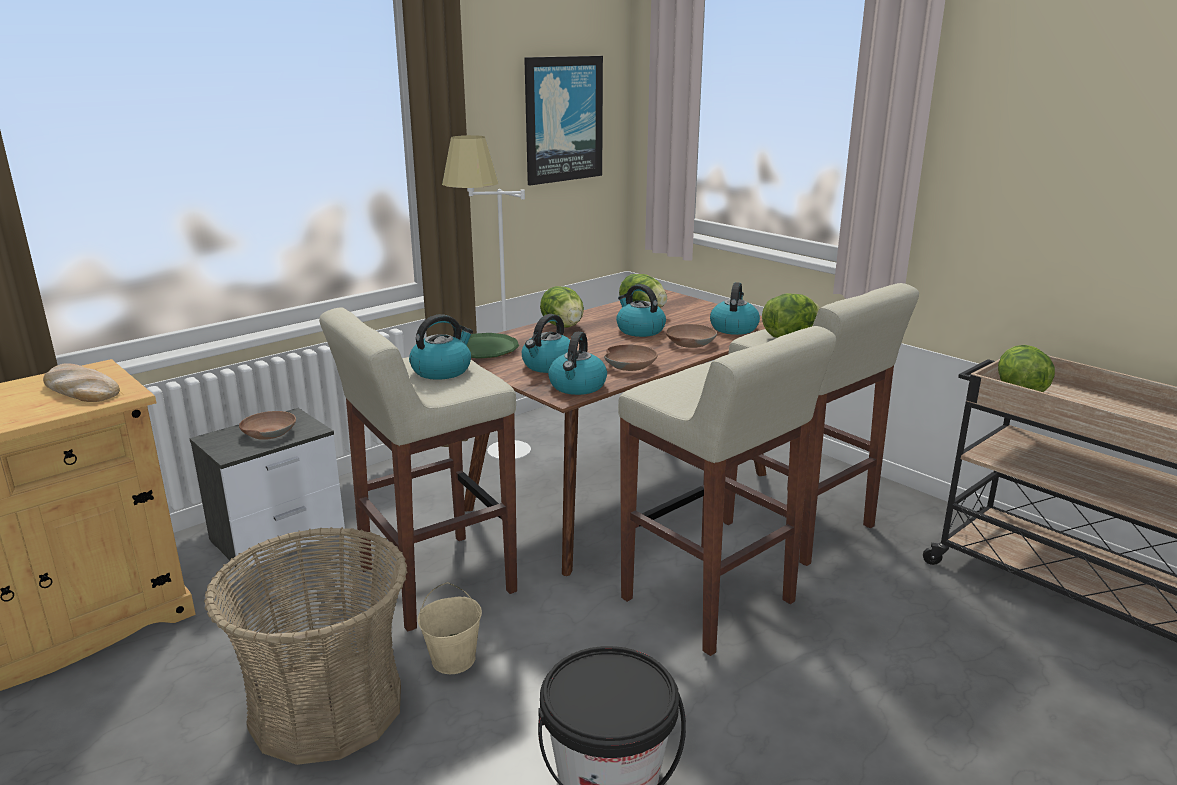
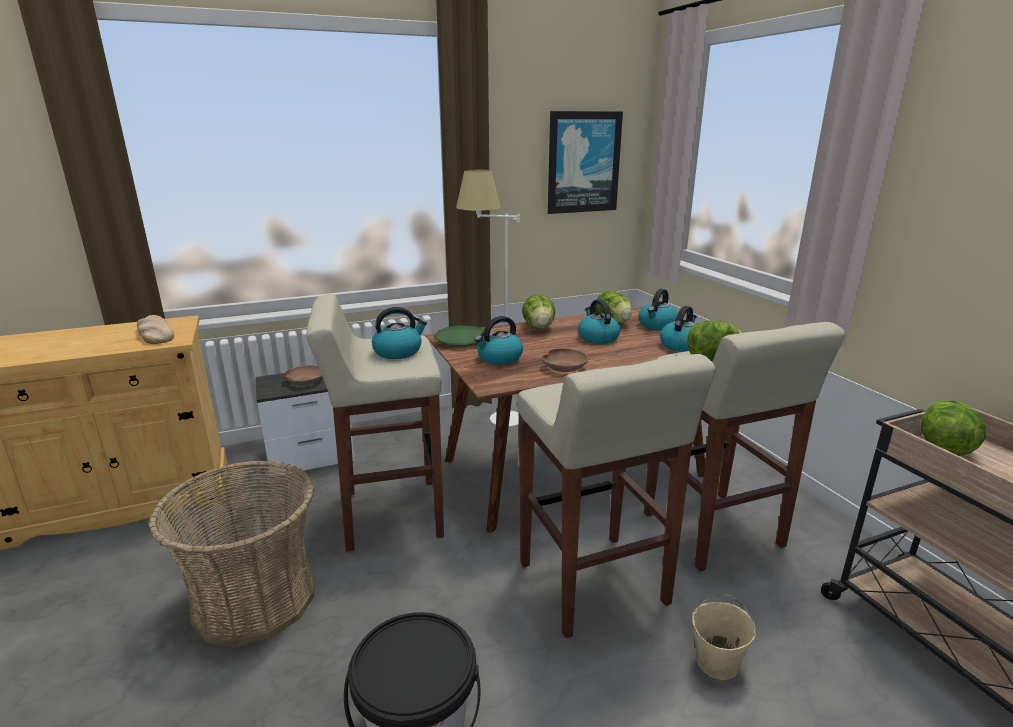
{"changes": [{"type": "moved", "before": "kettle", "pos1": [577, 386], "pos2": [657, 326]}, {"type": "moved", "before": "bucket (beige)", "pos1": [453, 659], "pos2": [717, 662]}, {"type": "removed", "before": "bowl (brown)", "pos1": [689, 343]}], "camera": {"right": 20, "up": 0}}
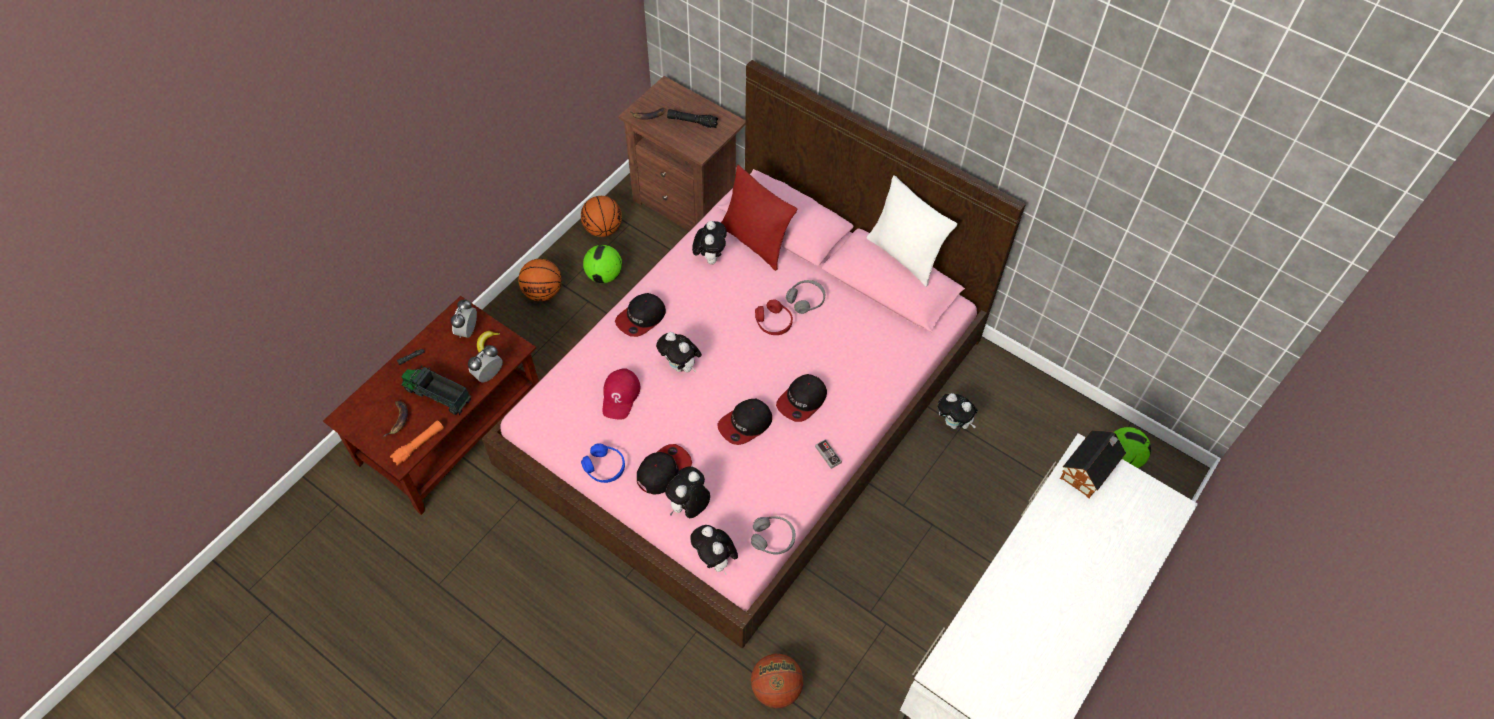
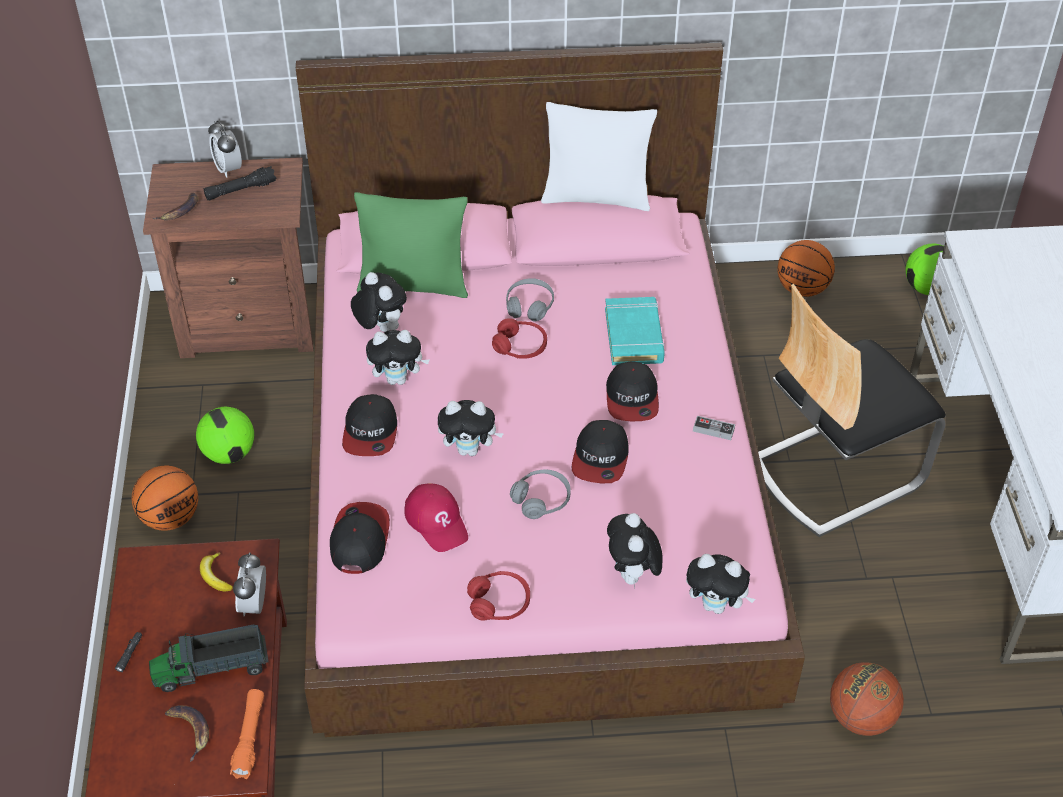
{"changes": [{"type": "moved", "before": "alarm clock", "pos1": [468, 331], "pos2": [228, 169]}, {"type": "moved", "before": "cap", "pos1": [663, 470], "pos2": [359, 539]}, {"type": "recoloured", "before": "pillow (red)", "after": "pillow (green)", "pos1": [755, 242], "pos2": [414, 285]}, {"type": "moved", "before": "plush toy", "pos1": [954, 423], "pos2": [398, 379]}, {"type": "recoloured", "before": "headphones (blue)", "after": "headphones (red)", "pos1": [604, 467], "pos2": [499, 603]}, {"type": "moved", "before": "headphones (grey)", "pos1": [773, 538], "pos2": [541, 500]}, {"type": "added", "after": "book (turquoise)", "pos2": [634, 336]}, {"type": "added", "after": "chair", "pos2": [835, 471]}, {"type": "moved", "before": "basketball", "pos1": [603, 229], "pos2": [802, 288]}, {"type": "removed", "before": "toy house", "pos1": [1089, 469]}], "camera": {"right": -40, "up": -10}}
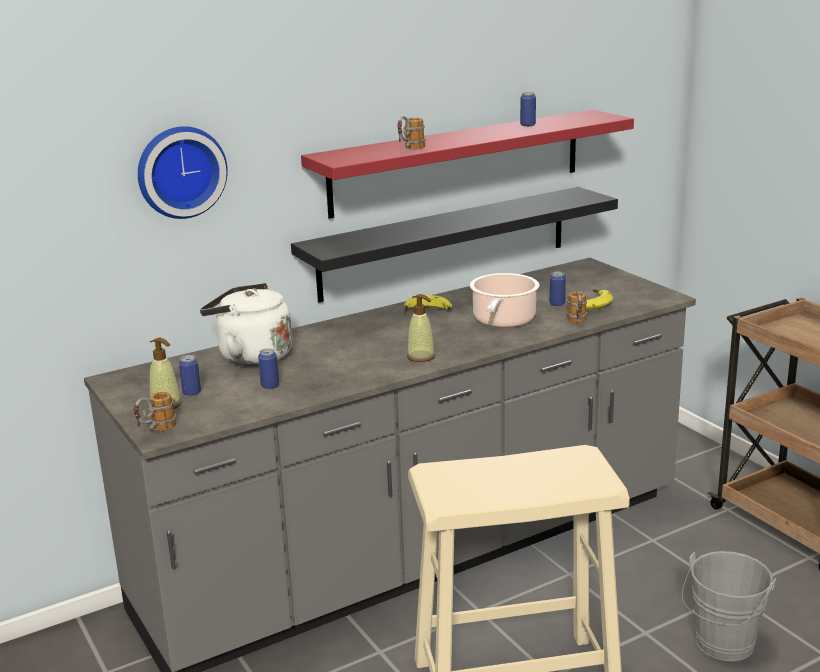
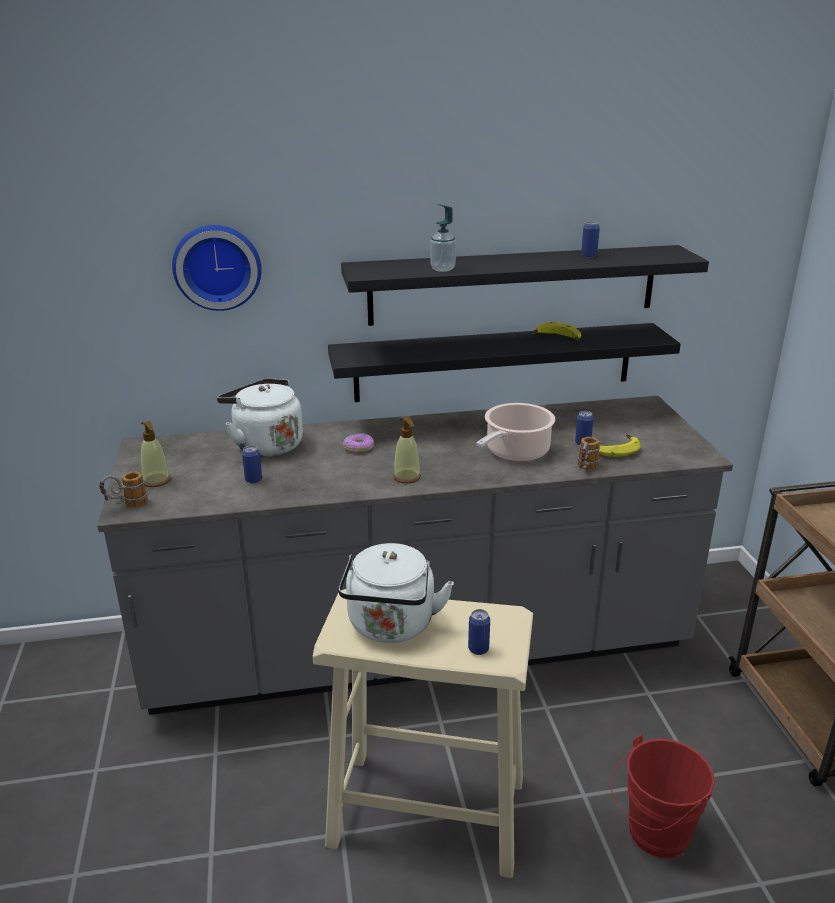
{"changes": [{"type": "added", "after": "kettle (white)", "pos2": [391, 627]}, {"type": "recoloured", "before": "shelf (red)", "after": "shelf (black)", "pos1": [458, 162], "pos2": [513, 285]}, {"type": "added", "after": "donut", "pos2": [358, 447]}, {"type": "replaced", "before": "mug", "after": "soap dispenser", "pos1": [410, 149], "pos2": [442, 269]}, {"type": "moved", "before": "can", "pos1": [192, 392], "pos2": [478, 649]}, {"type": "moved", "before": "banana", "pos1": [427, 311], "pos2": [556, 339]}, {"type": "recoloured", "before": "bucket (grey)", "after": "bucket (red)", "pos1": [722, 646], "pos2": [653, 836]}], "camera": {"right": 20, "up": 5}}
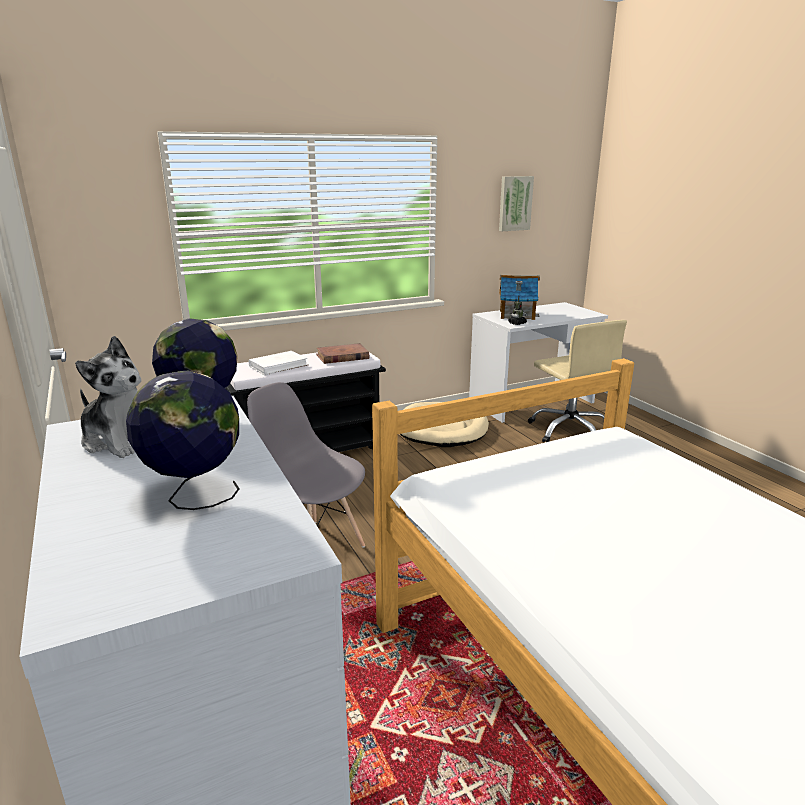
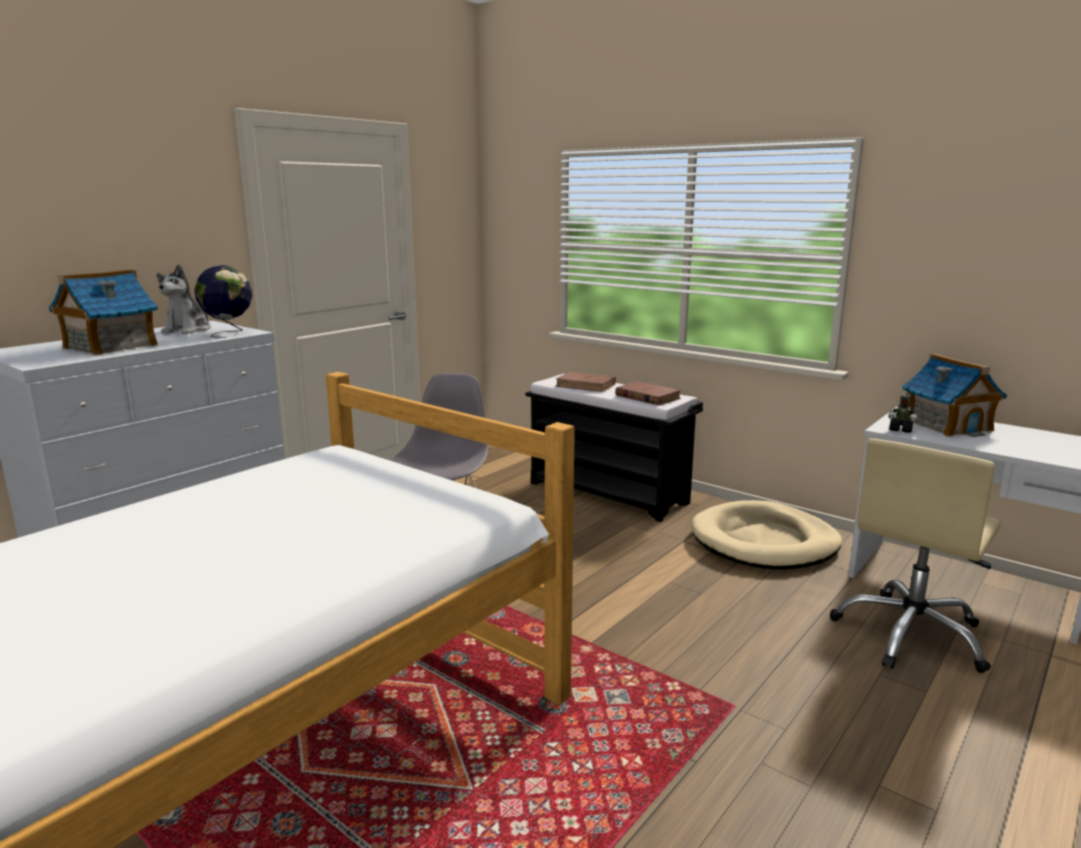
{"changes": [{"type": "replaced", "before": "globe", "after": "toy house", "pos1": [194, 496], "pos2": [110, 346]}, {"type": "recoloured", "before": "book (white)", "after": "book (brown)", "pos1": [278, 366], "pos2": [586, 385]}, {"type": "removed", "before": "picture", "pos1": [514, 203]}], "camera": {"right": 65, "up": -5}}
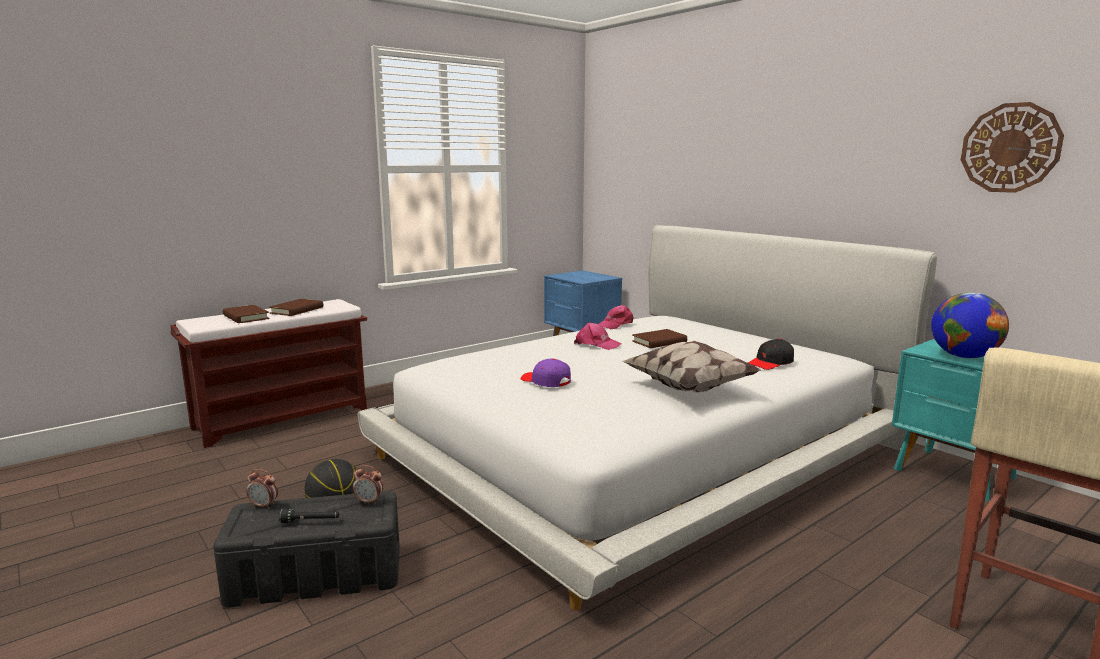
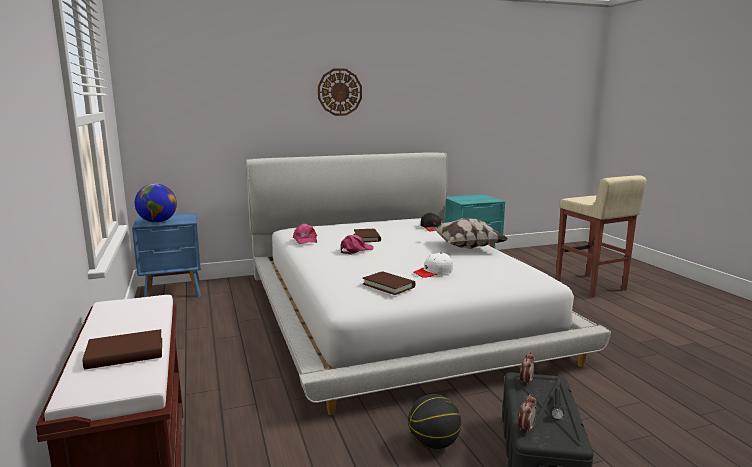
{"changes": [{"type": "moved", "before": "globe", "pos1": [964, 357], "pos2": [157, 222]}, {"type": "moved", "before": "wall clock", "pos1": [1010, 148], "pos2": [339, 92]}, {"type": "moved", "before": "book (brown)", "pos1": [297, 310], "pos2": [388, 286]}, {"type": "recoloured", "before": "cap (purple)", "after": "cap (white)", "pos1": [545, 381], "pos2": [433, 272]}], "camera": {"right": -70, "up": 0}}
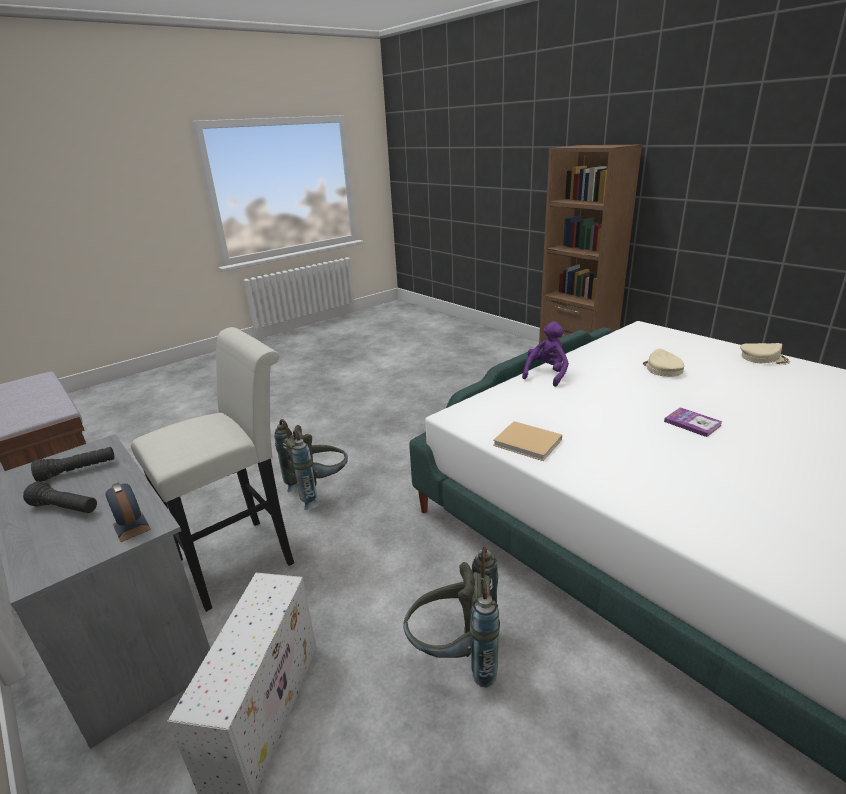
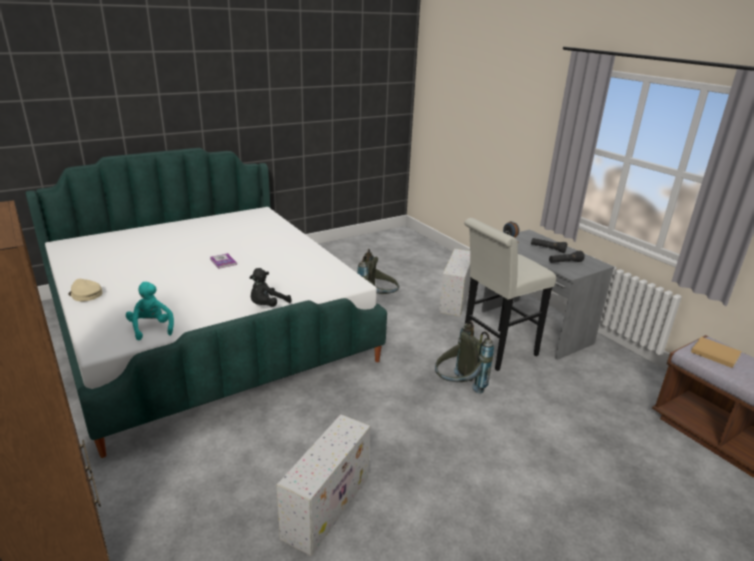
{"changes": [{"type": "added", "after": "plush toy (turquoise)", "pos2": [151, 328]}, {"type": "recoloured", "before": "plush toy (purple)", "after": "plush toy (black)", "pos1": [546, 374], "pos2": [267, 306]}, {"type": "added", "after": "storage box (white)", "pos2": [327, 505]}, {"type": "moved", "before": "book (beige)", "pos1": [529, 443], "pos2": [714, 353]}, {"type": "removed", "before": "cap (beige)", "pos1": [662, 369]}], "camera": {"right": -175, "up": 0}}
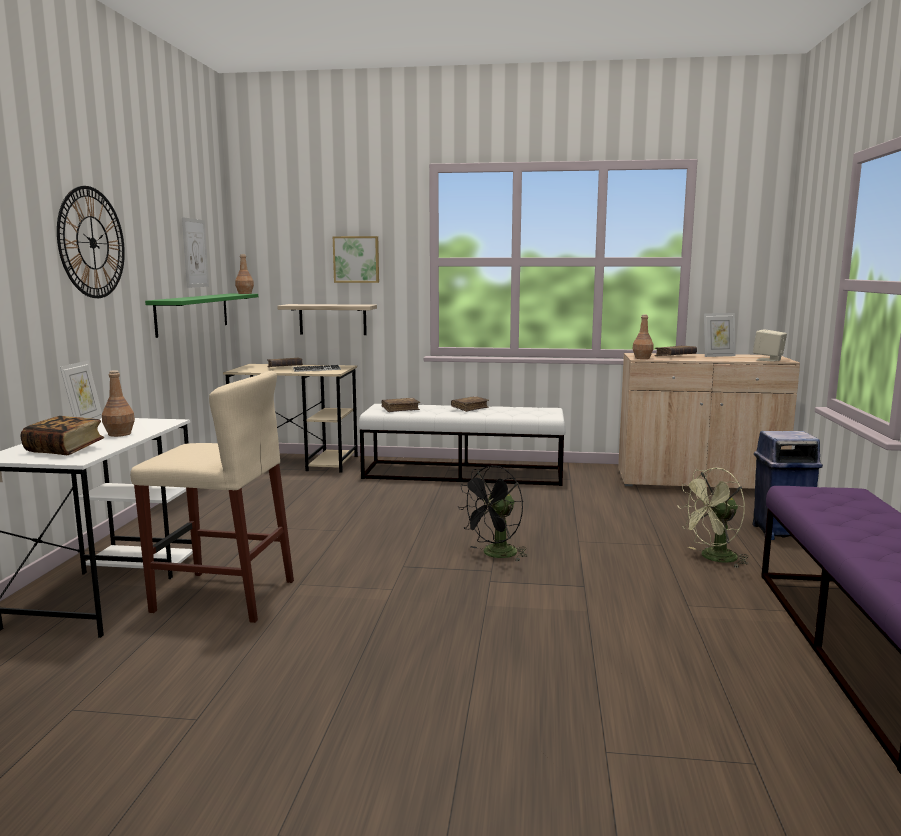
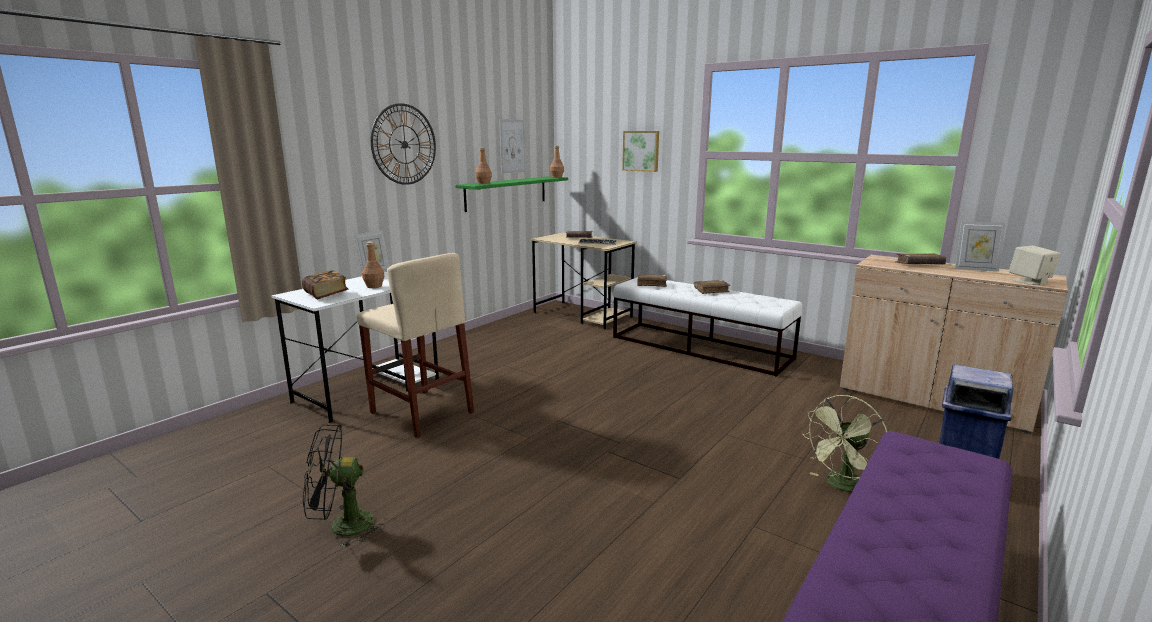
{"changes": [{"type": "moved", "before": "fan (black)", "pos1": [495, 555], "pos2": [342, 527]}, {"type": "moved", "before": "bottle (brown)", "pos1": [642, 358], "pos2": [483, 183]}, {"type": "turned", "before": "fan (green)", "pos1": [713, 558], "pos2": [842, 486], "turn": -45}, {"type": "removed", "before": "shelf", "pos1": [332, 319]}], "camera": {"right": 30, "up": 5}}
